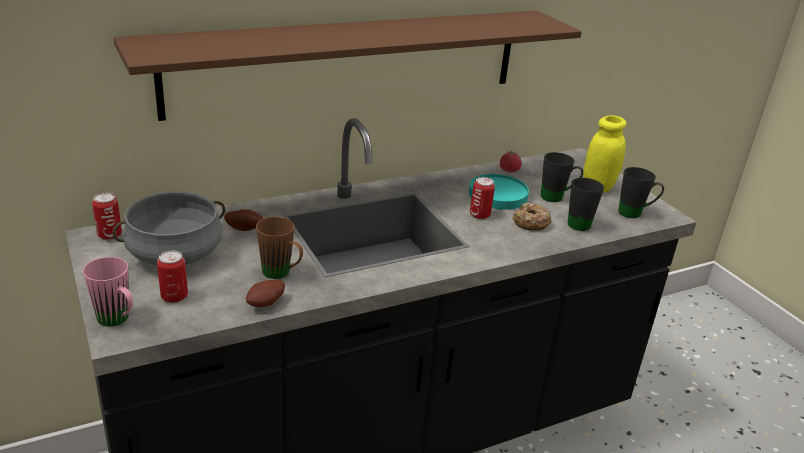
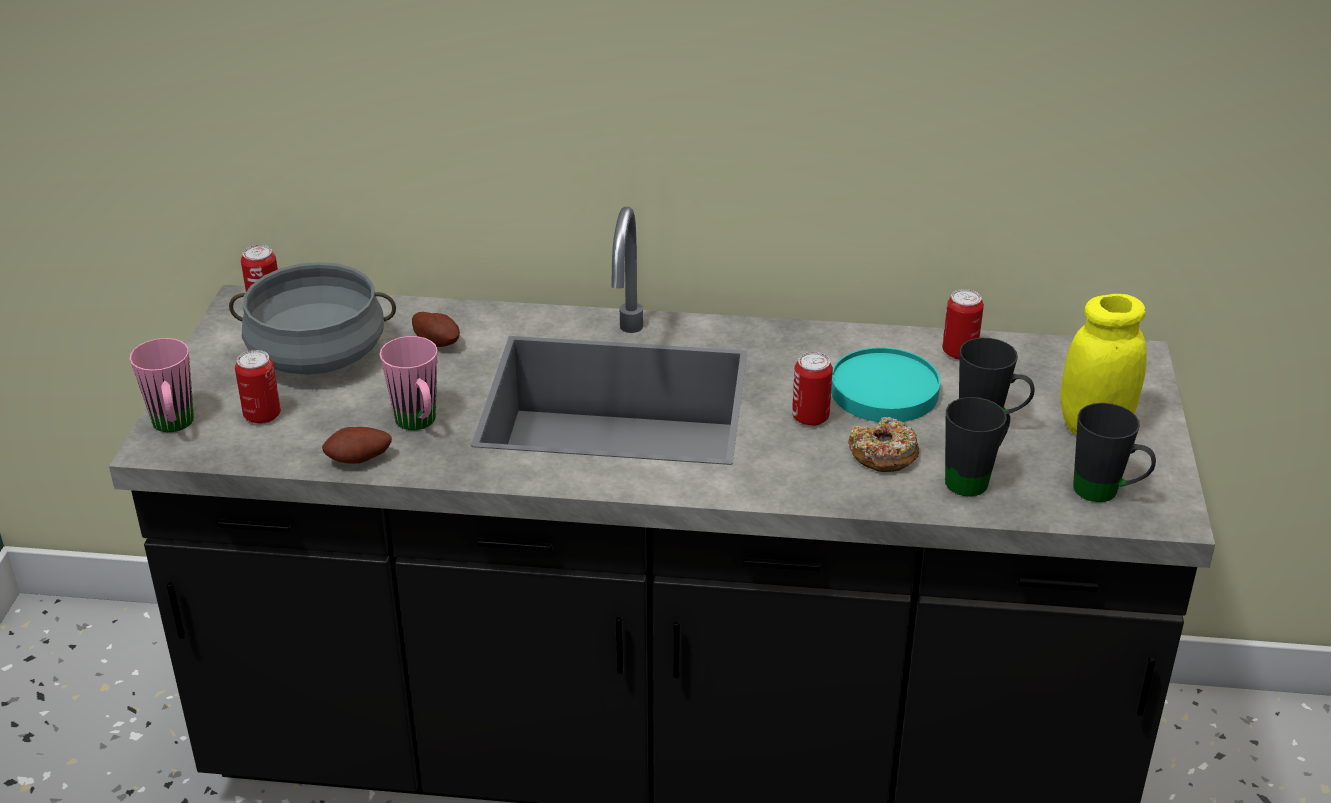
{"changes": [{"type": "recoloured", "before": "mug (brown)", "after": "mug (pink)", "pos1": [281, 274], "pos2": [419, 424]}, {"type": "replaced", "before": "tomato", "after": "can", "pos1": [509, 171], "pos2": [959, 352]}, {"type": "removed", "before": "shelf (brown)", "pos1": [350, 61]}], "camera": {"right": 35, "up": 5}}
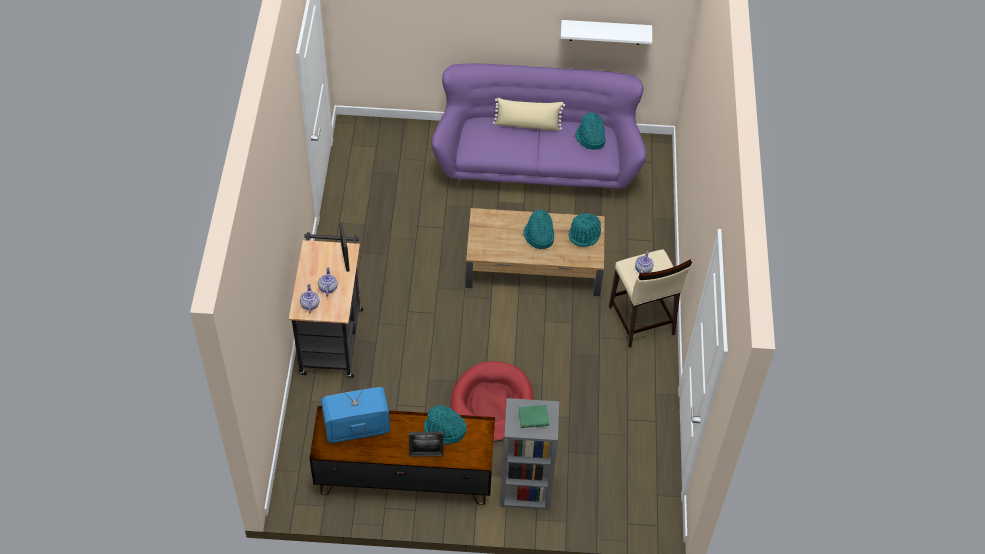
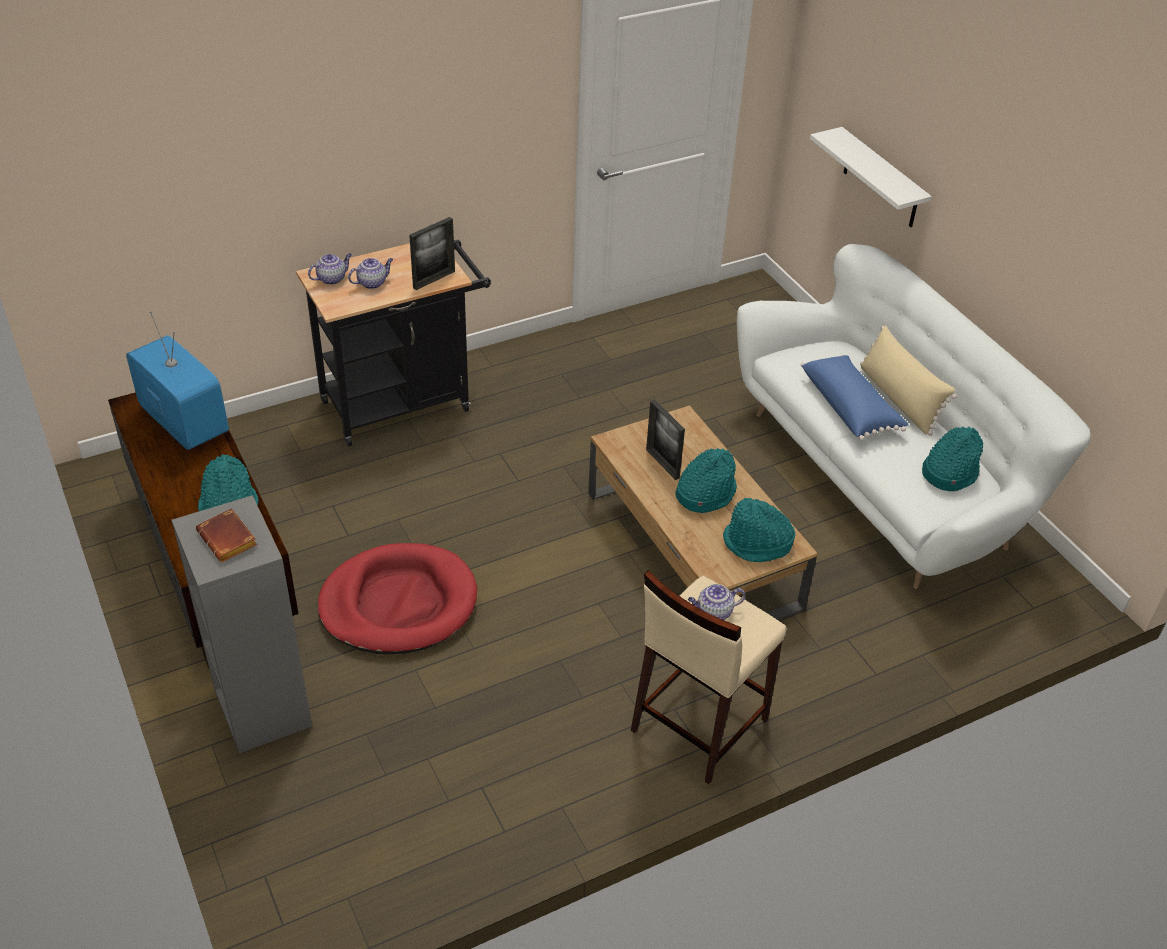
{"changes": [{"type": "recoloured", "before": "book (green)", "after": "book (brown)", "pos1": [534, 417], "pos2": [229, 540]}, {"type": "moved", "before": "picture frame", "pos1": [426, 454], "pos2": [662, 463]}, {"type": "recoloured", "before": "sofa (purple)", "after": "sofa (white)", "pos1": [536, 164], "pos2": [882, 477]}, {"type": "added", "after": "pillow (blue)", "pos2": [850, 407]}, {"type": "moved", "before": "shelf (white)", "pos1": [605, 32], "pos2": [881, 179]}], "camera": {"right": 60, "up": -10}}
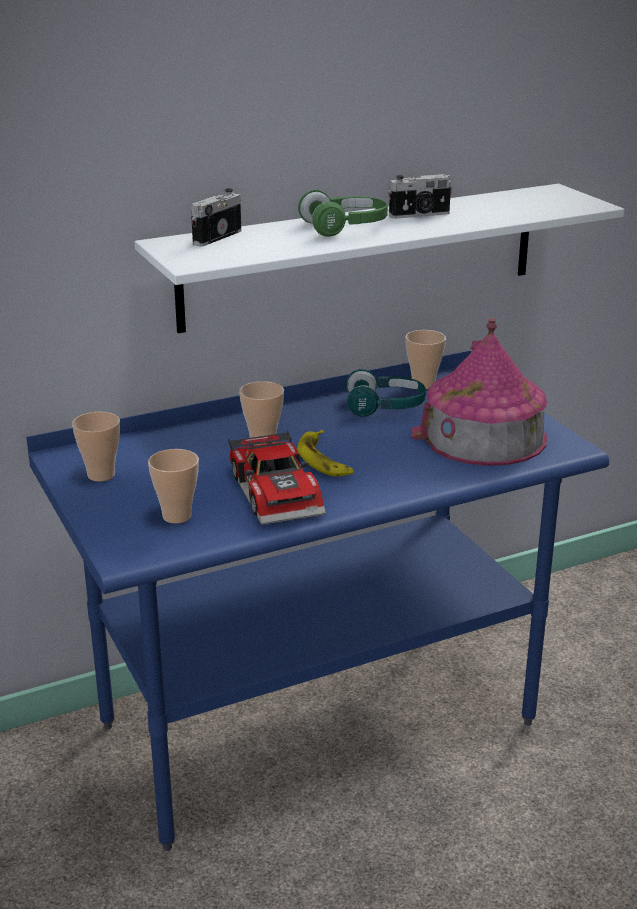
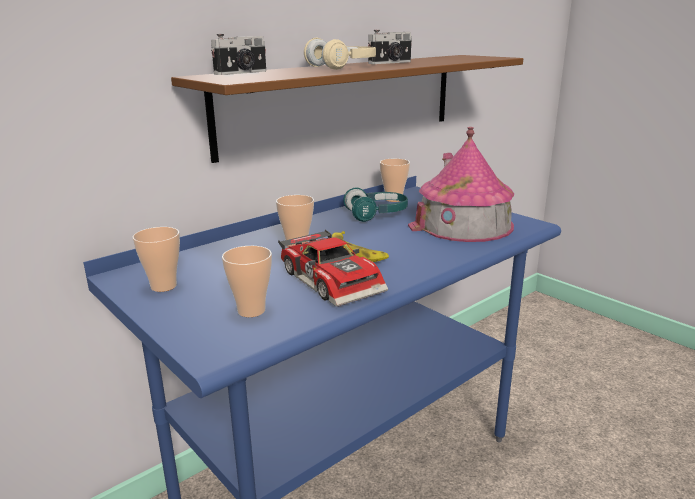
{"changes": [{"type": "recoloured", "before": "shelf (white)", "after": "shelf (brown)", "pos1": [362, 256], "pos2": [344, 101]}, {"type": "turned", "before": "photo camera", "pos1": [215, 237], "pos2": [242, 73], "turn": -150}, {"type": "recoloured", "before": "headphones (green)", "after": "headphones (beige)", "pos1": [345, 227], "pos2": [343, 67]}], "camera": {"right": -15, "up": -5}}
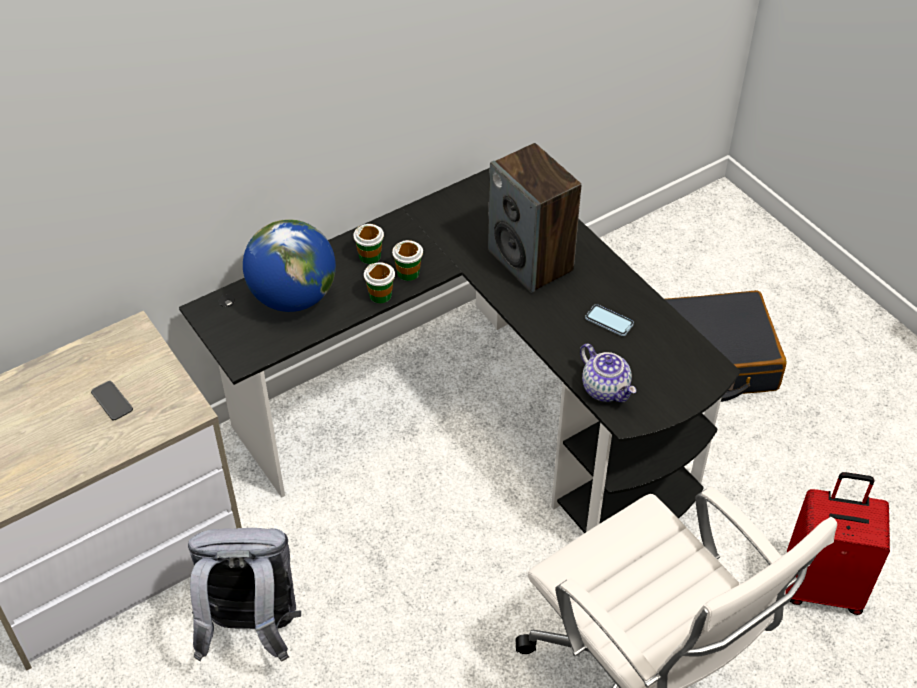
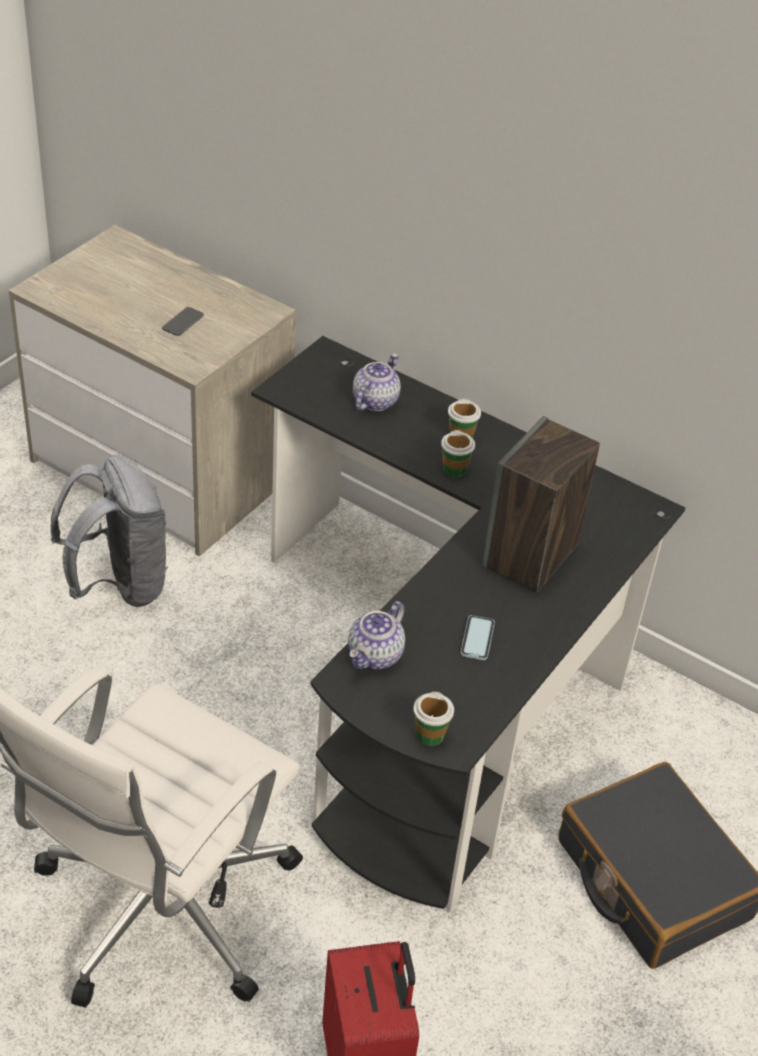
{"changes": [{"type": "replaced", "before": "globe", "after": "teapot", "pos1": [293, 297], "pos2": [375, 400]}, {"type": "moved", "before": "cup", "pos1": [380, 295], "pos2": [430, 734]}], "camera": {"right": 65, "up": -5}}
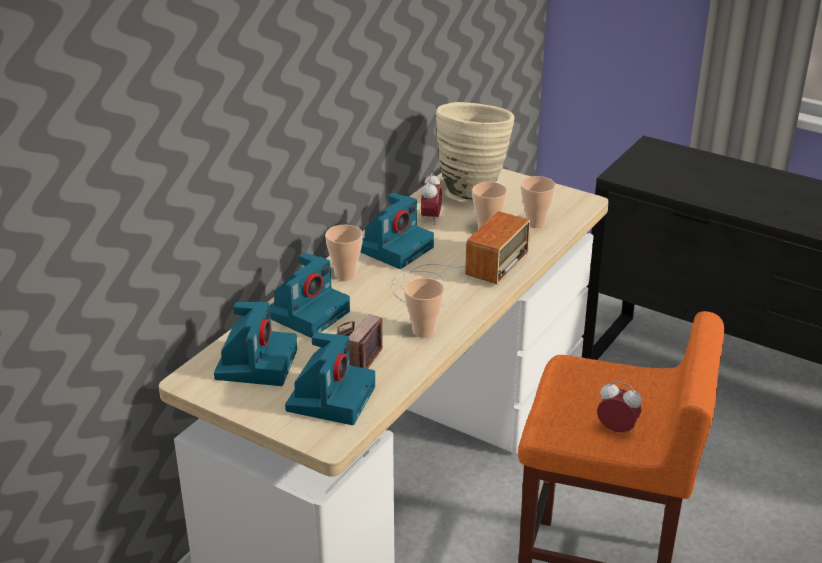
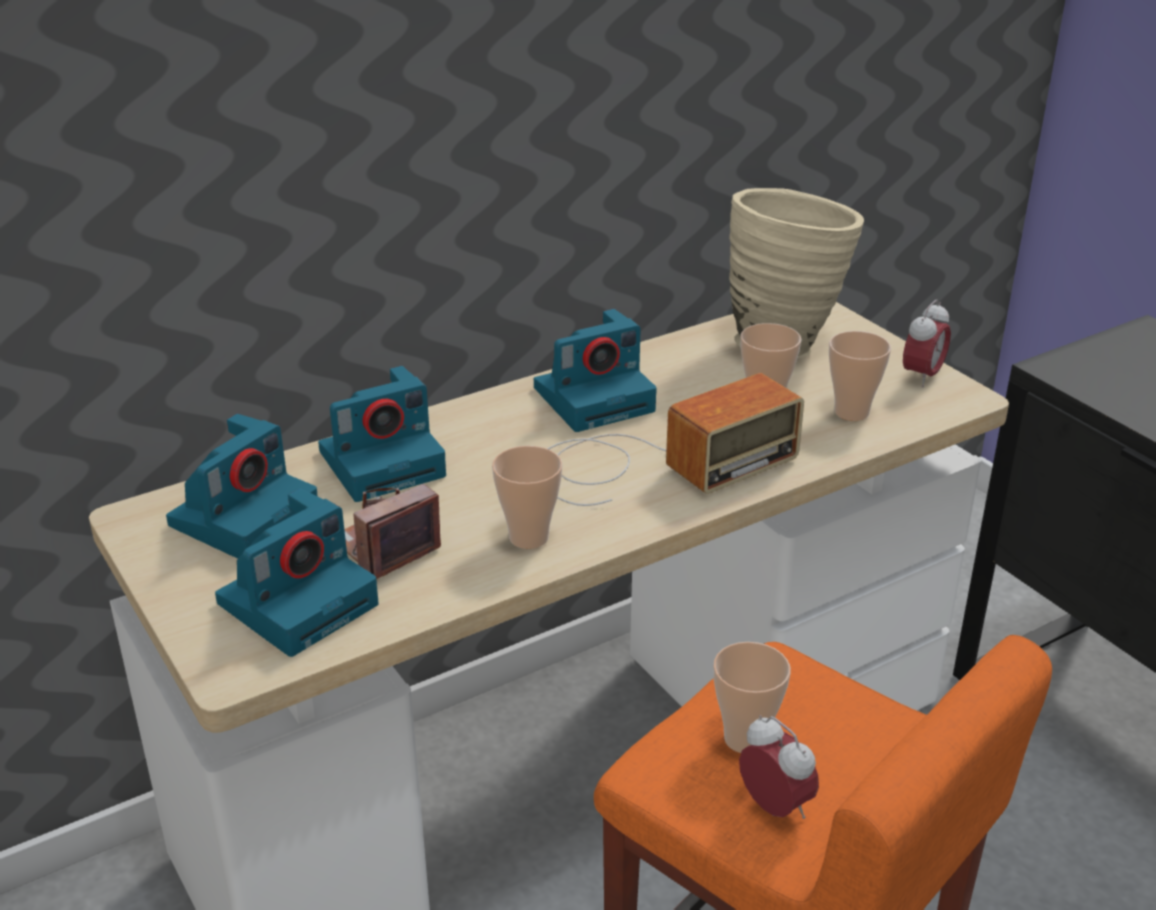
{"changes": [{"type": "moved", "before": "cup", "pos1": [345, 274], "pos2": [745, 739]}, {"type": "moved", "before": "alarm clock", "pos1": [431, 218], "pos2": [922, 376]}], "camera": {"right": 25, "up": 0}}
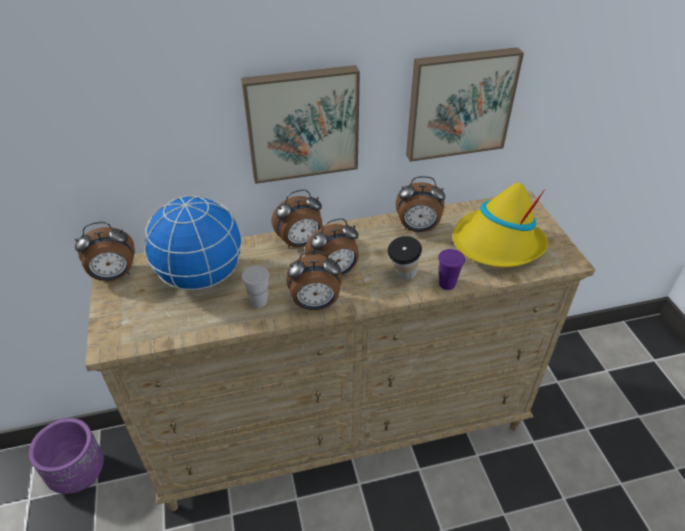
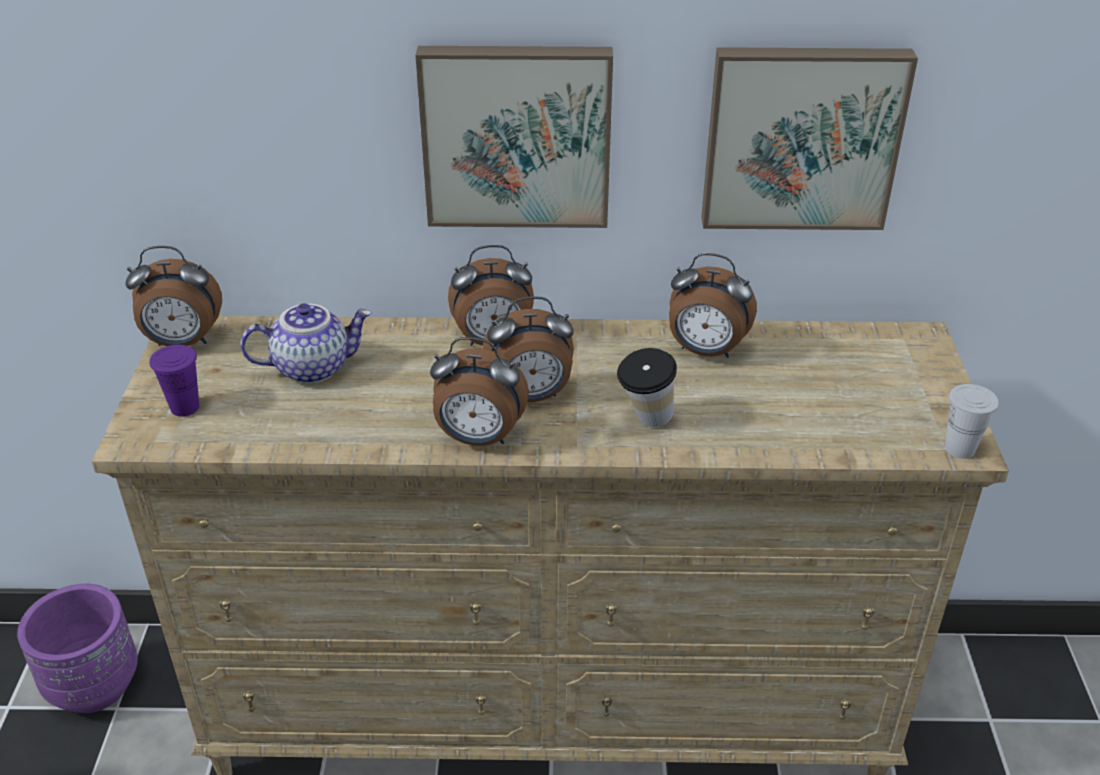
{"changes": [{"type": "moved", "before": "cup (purple)", "pos1": [447, 284], "pos2": [185, 407]}, {"type": "replaced", "before": "globe", "after": "teapot", "pos1": [201, 277], "pos2": [313, 367]}, {"type": "moved", "before": "cup (white)", "pos1": [258, 301], "pos2": [959, 448]}, {"type": "removed", "before": "hat (yellow)", "pos1": [497, 244]}], "camera": {"right": 15, "up": -5}}
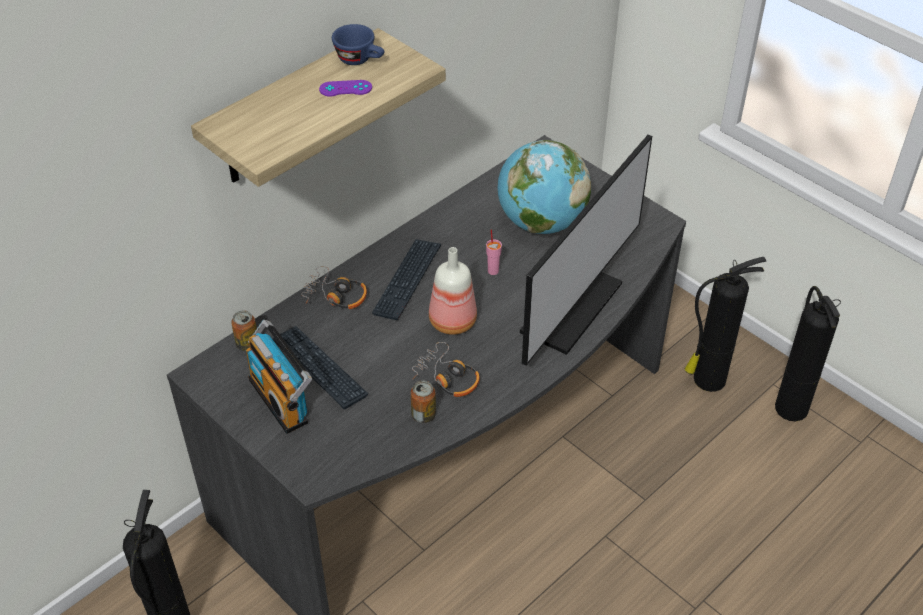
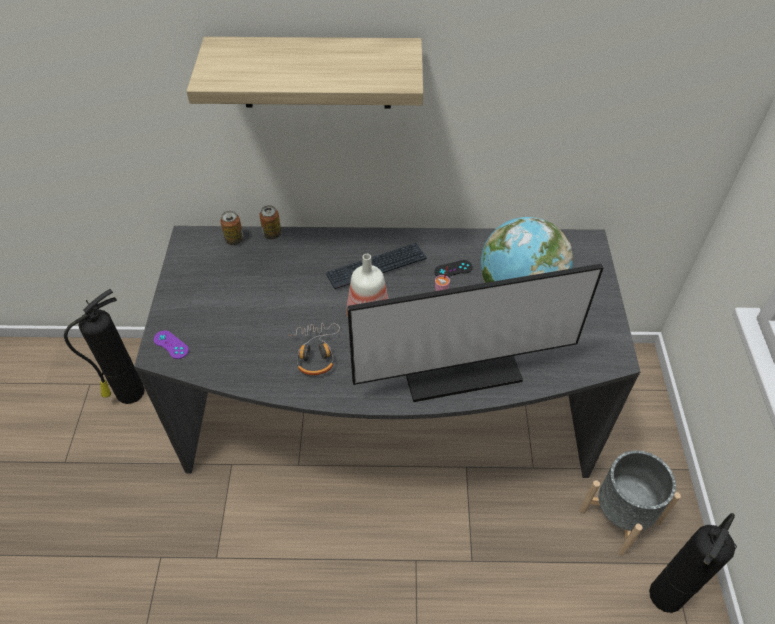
{"changes": [{"type": "moved", "before": "game controller (purple)", "pos1": [345, 88], "pos2": [171, 345]}, {"type": "moved", "before": "can", "pos1": [423, 415], "pos2": [272, 234]}, {"type": "added", "after": "game controller (black)", "pos2": [453, 269]}, {"type": "replaced", "before": "fire extinguisher", "after": "planter (grey)", "pos1": [707, 380], "pos2": [619, 516]}, {"type": "removed", "before": "radio", "pos1": [282, 399]}, {"type": "removed", "before": "keyboard", "pos1": [319, 368]}, {"type": "removed", "before": "headphones", "pos1": [335, 296]}, {"type": "removed", "before": "cup (blue)", "pos1": [360, 60]}], "camera": {"right": 45, "up": 5}}
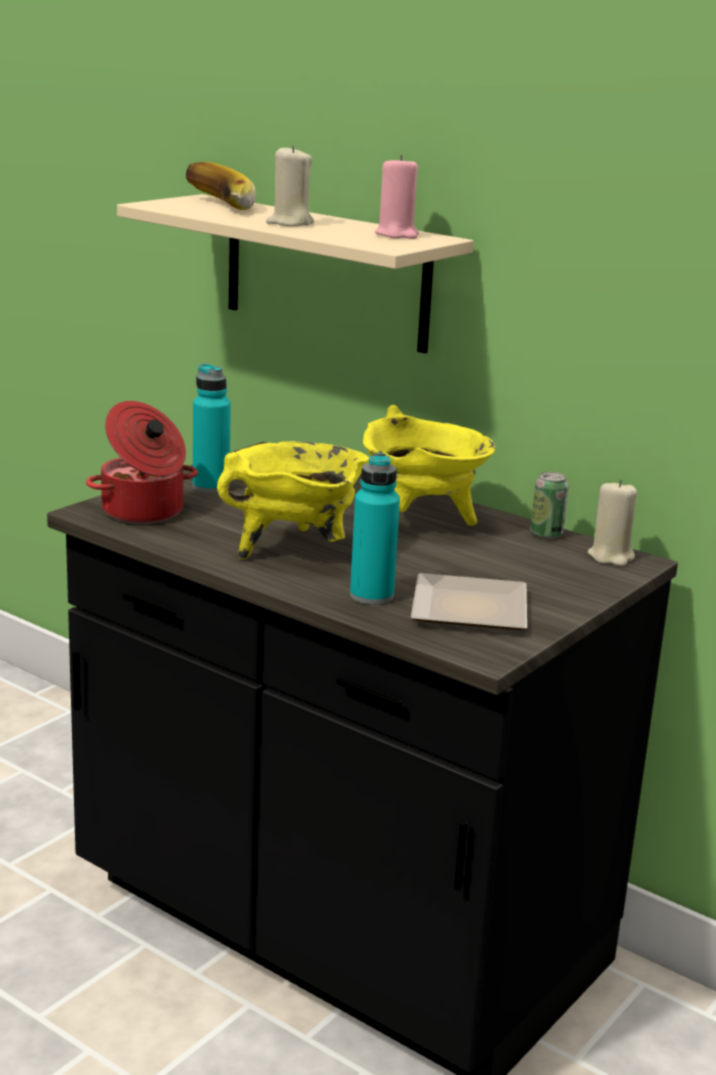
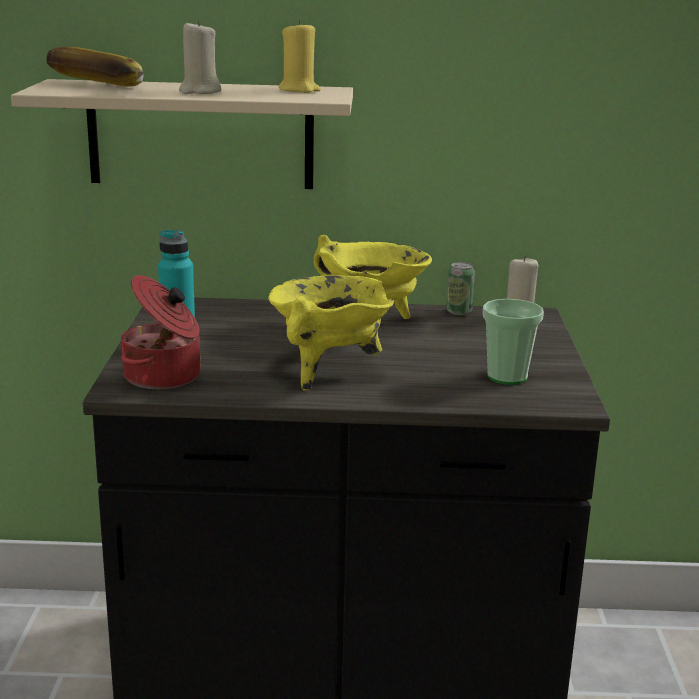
{"changes": [{"type": "recoloured", "before": "candle (pink)", "after": "candle (yellow)", "pos1": [397, 235], "pos2": [299, 90]}, {"type": "replaced", "before": "plate", "after": "cup", "pos1": [465, 607], "pos2": [507, 377]}, {"type": "removed", "before": "bottle (turquoise)", "pos1": [371, 596]}], "camera": {"right": -35, "up": 0}}
